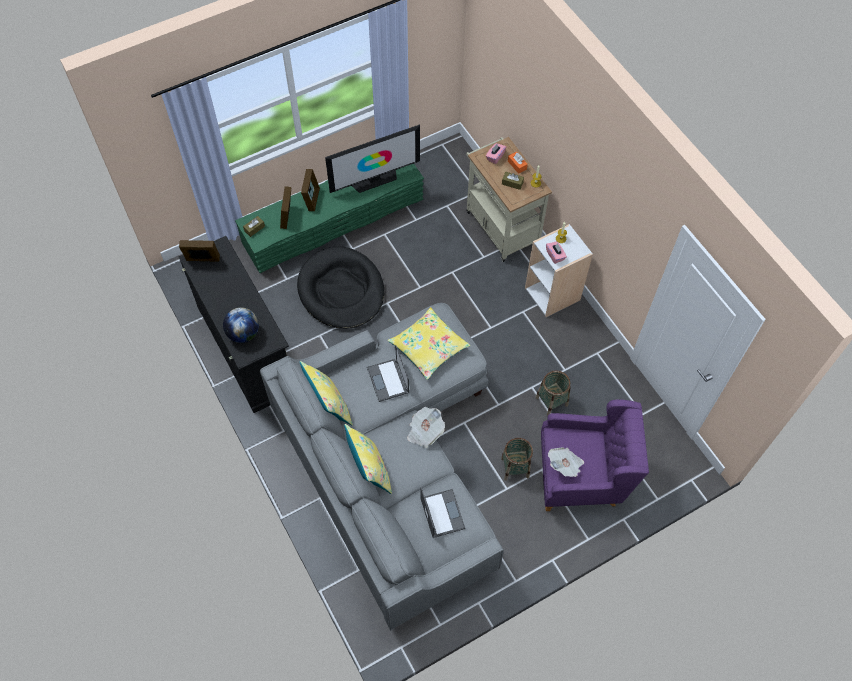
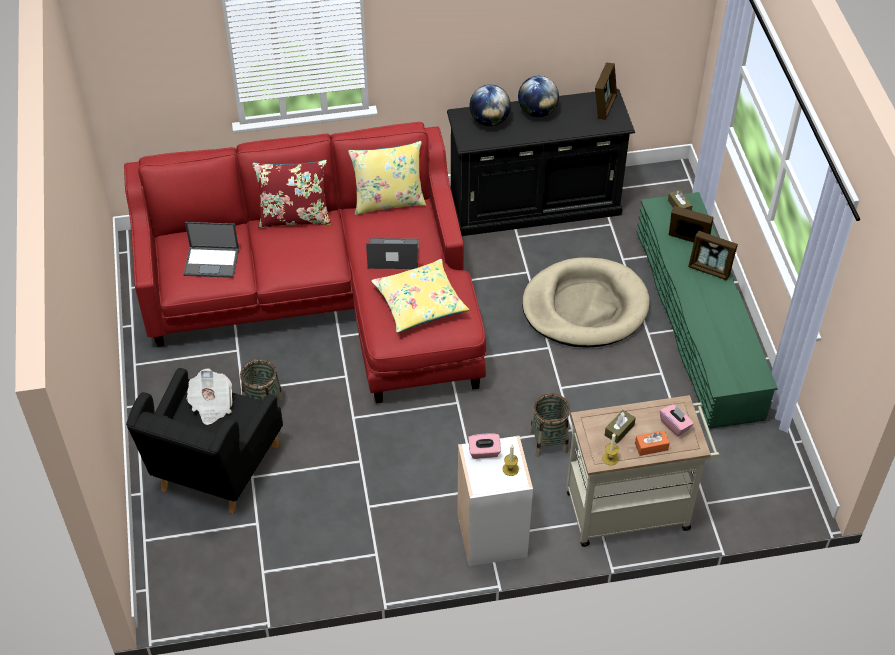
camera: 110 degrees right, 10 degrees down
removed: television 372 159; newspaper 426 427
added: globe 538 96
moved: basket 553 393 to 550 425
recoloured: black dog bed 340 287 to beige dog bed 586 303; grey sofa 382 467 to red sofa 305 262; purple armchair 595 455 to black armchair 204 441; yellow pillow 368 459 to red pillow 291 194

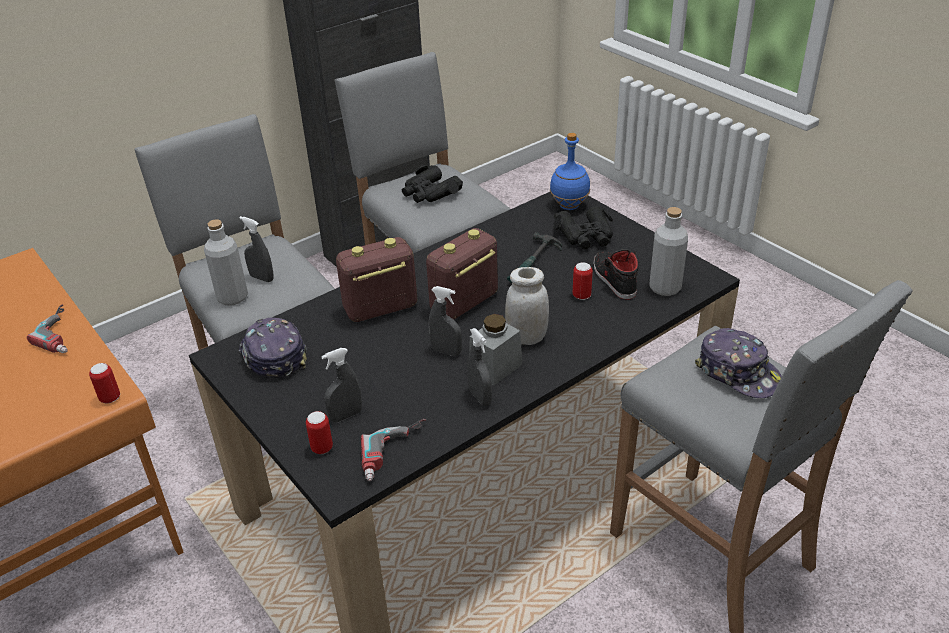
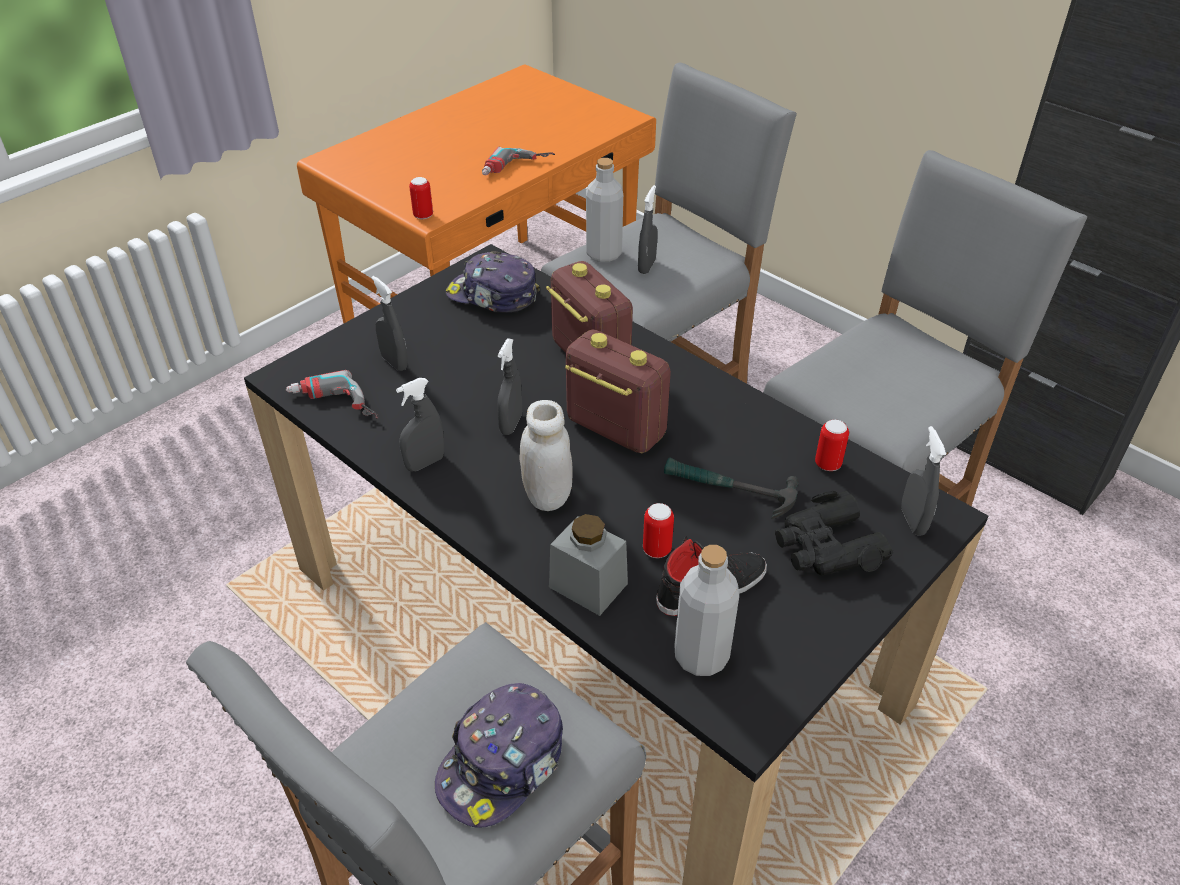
camera: 80 degrees right, 5 degrees up
removed: black binoculars 432 184
moved: grey jar 495 350 to 588 565; can 319 432 to 832 445
replaced: blue bottle 570 171 to grey spray bottle 923 480
turned: cap 273 348 = 493 282 120 degrees counterclockwise

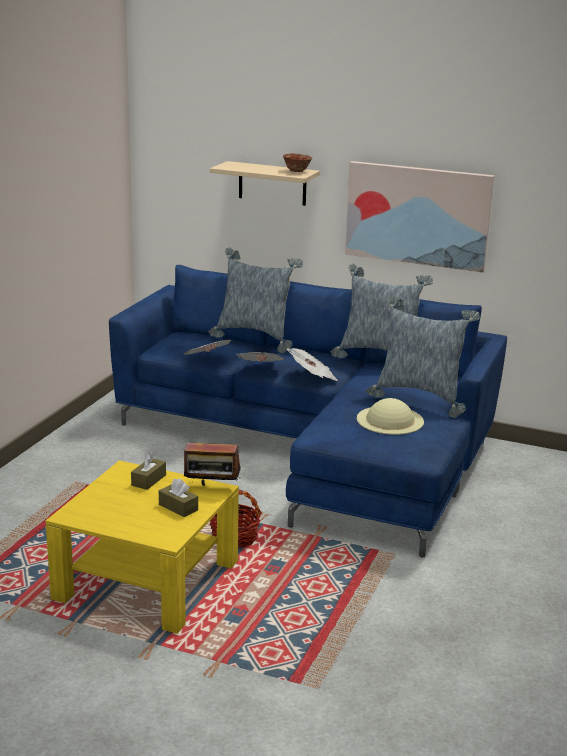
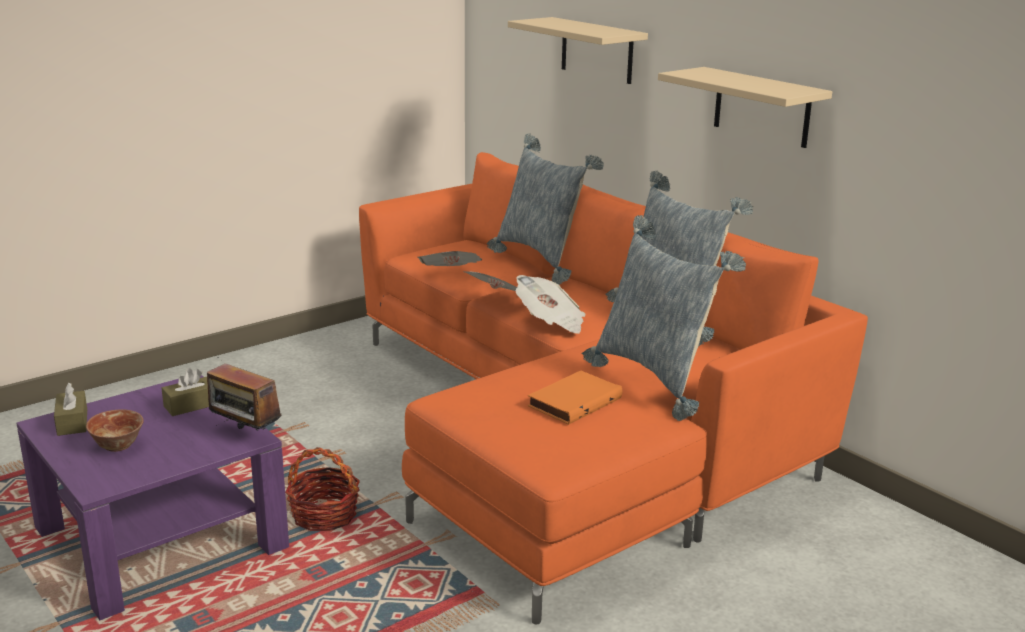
camera: 30 degrees right, 0 degrees up
moved: bowl 297 162 to 114 431; brown tissue box 178 497 to 70 409
replaced: picture 419 217 to beige shelf 745 107; beige hat 390 416 to orange book 574 398
recoloured: blue sofa 308 411 to orange sofa 613 388; yellow coffee table 142 547 to purple coffee table 153 497

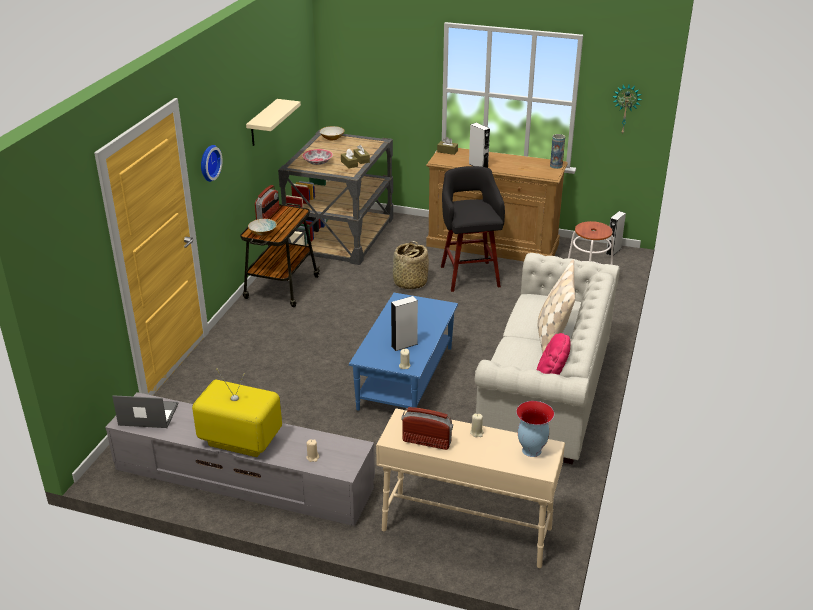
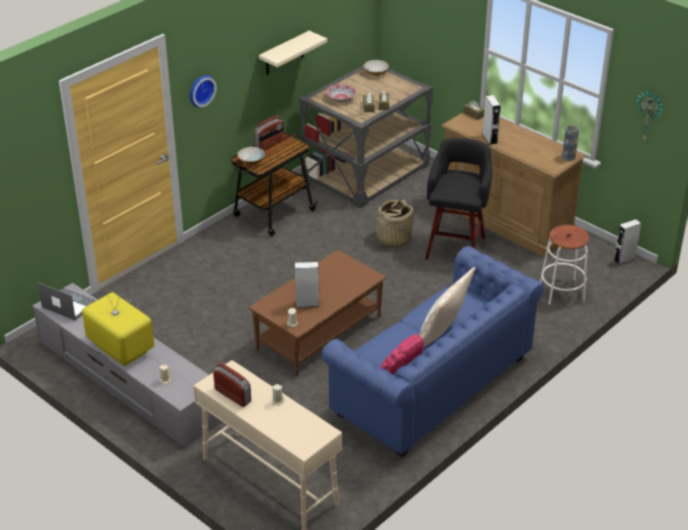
camera: 25 degrees right, 5 degrees up
removed: vase 535 429
recoloured: white sofa 547 358 to blue sofa 433 351; blue coffee table 403 352 to brown coffee table 318 313

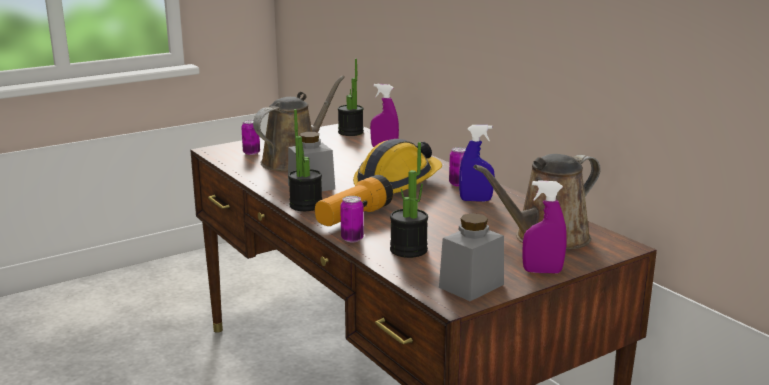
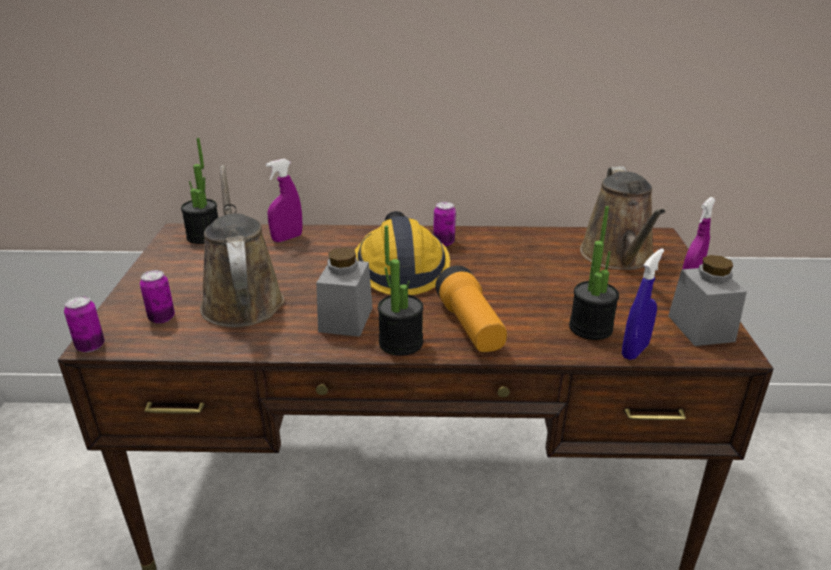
camera: 55 degrees left, 10 degrees up
moved: blue spray bottle 477 163 to 643 304; can 352 219 to 84 324

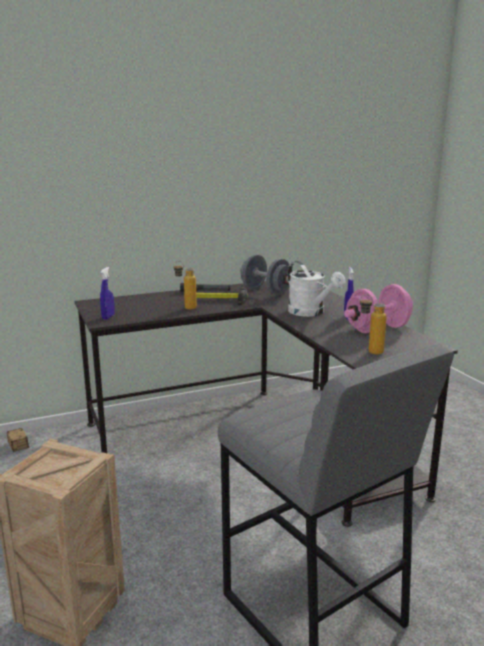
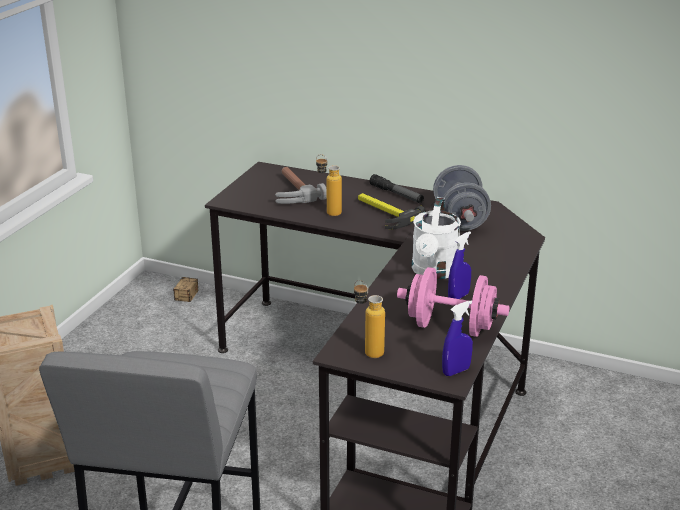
camera: 45 degrees right, 10 degrees up
added: hammer 301 185
moved: blue spray bottle 107 293 to 457 338

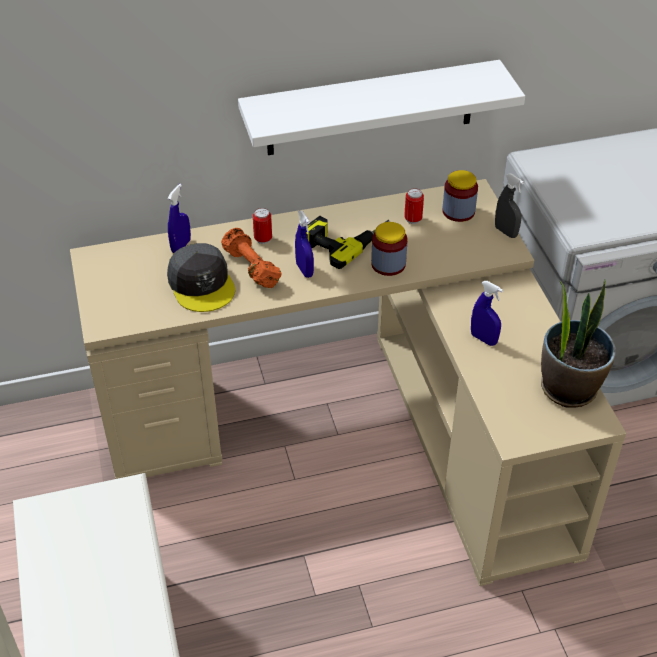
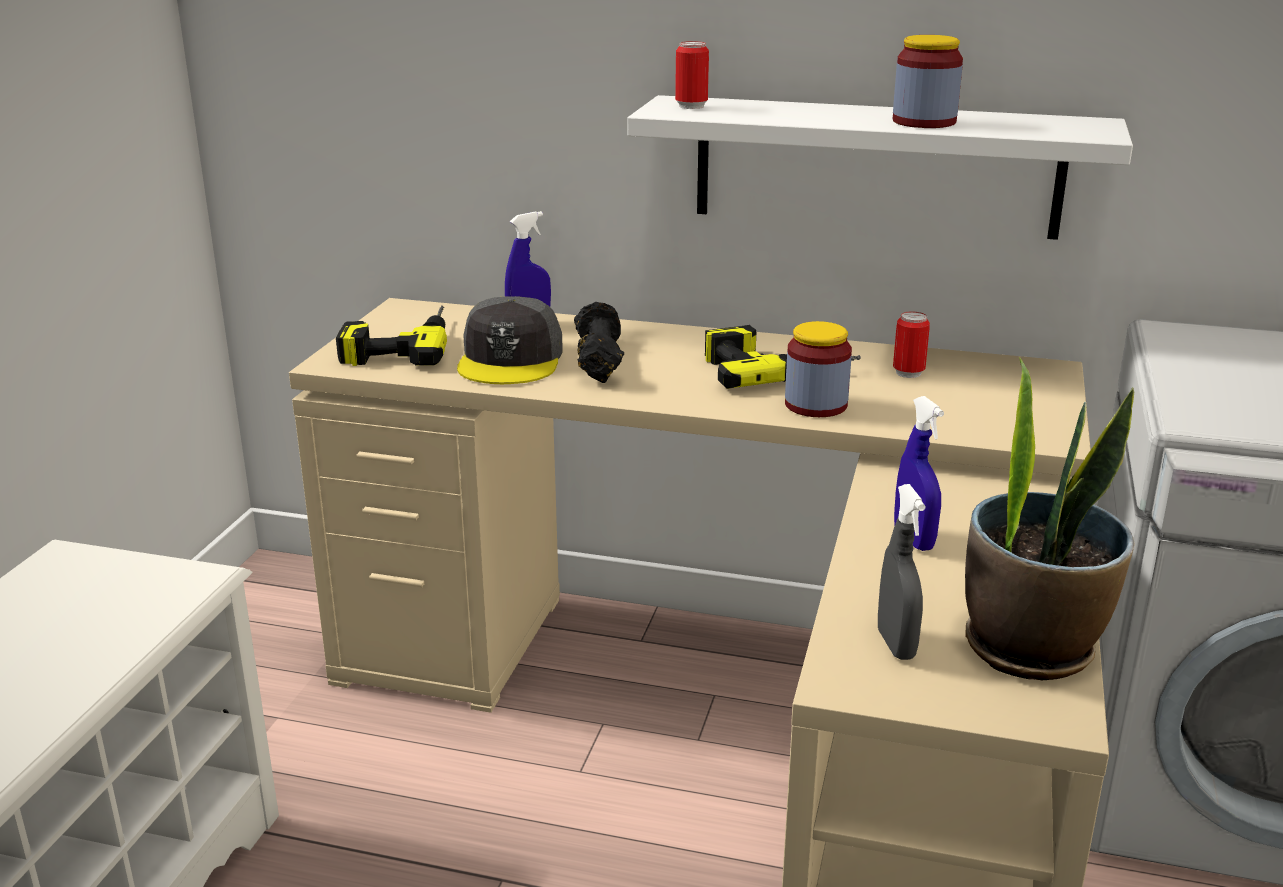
camera: 30 degrees right, 20 degrees down
removed: blue spray bottle 304 244
added: power drill 391 336
moved: jar 460 196 to 928 81; grey spray bottle 509 205 to 901 572; can 262 226 to 692 75
recoloured: orange dumbbell 251 258 to black dumbbell 599 342

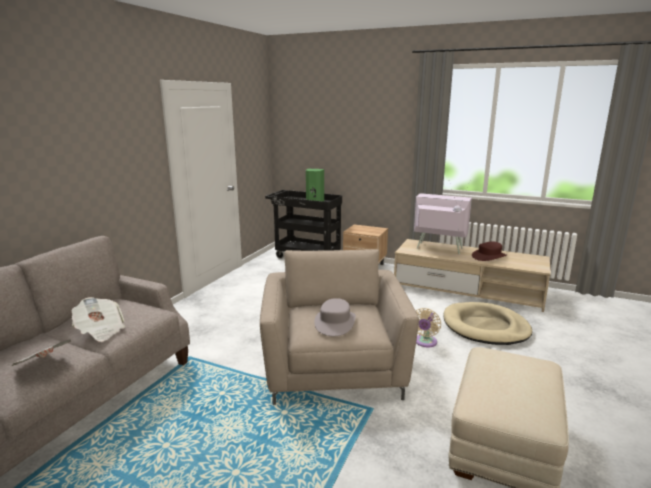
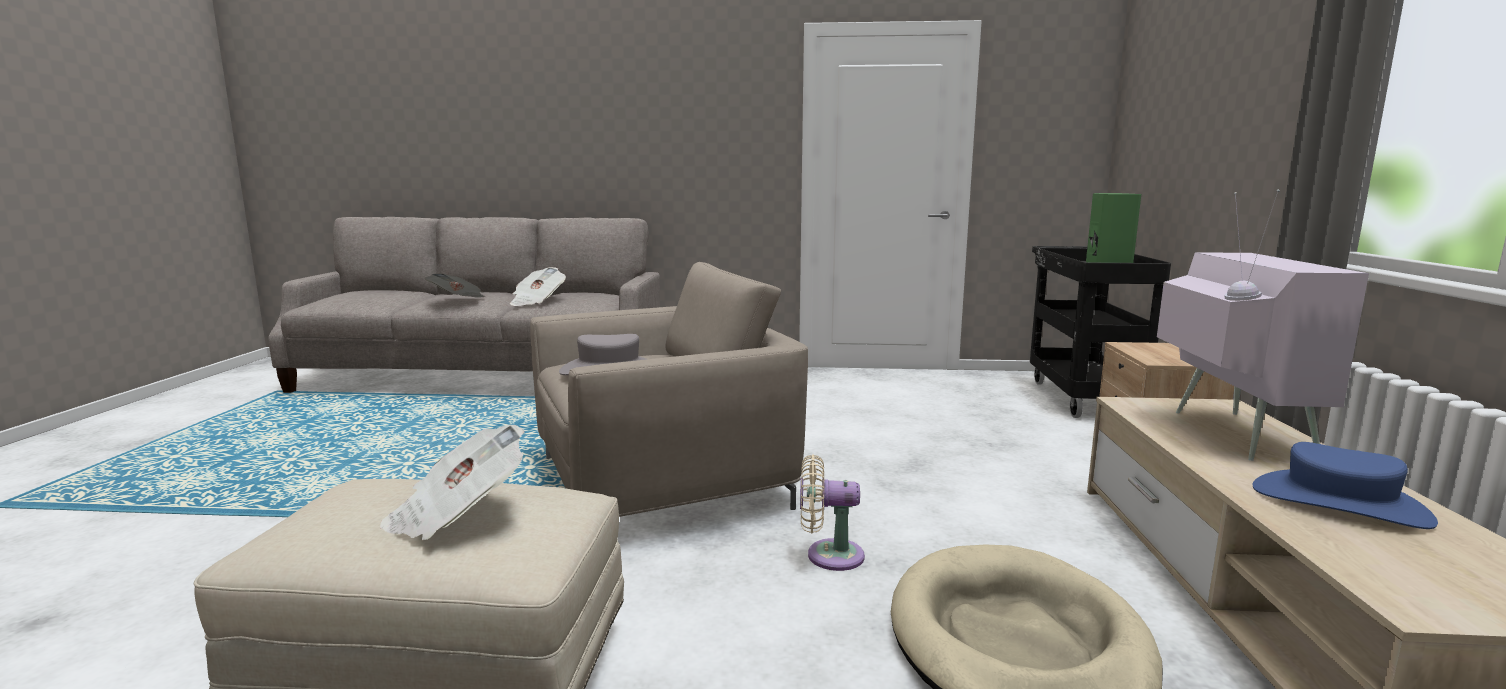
camera: 70 degrees right, 5 degrees down
added: newspaper 452 482
recoloured: brown hat 489 251 to blue hat 1345 485

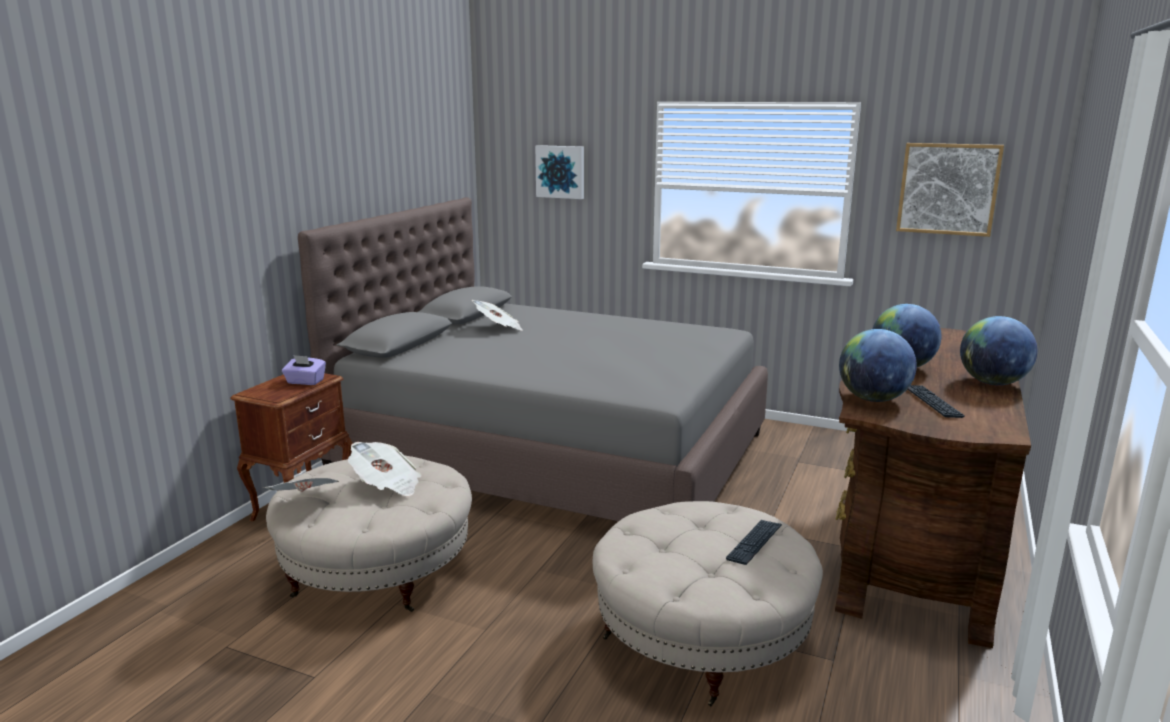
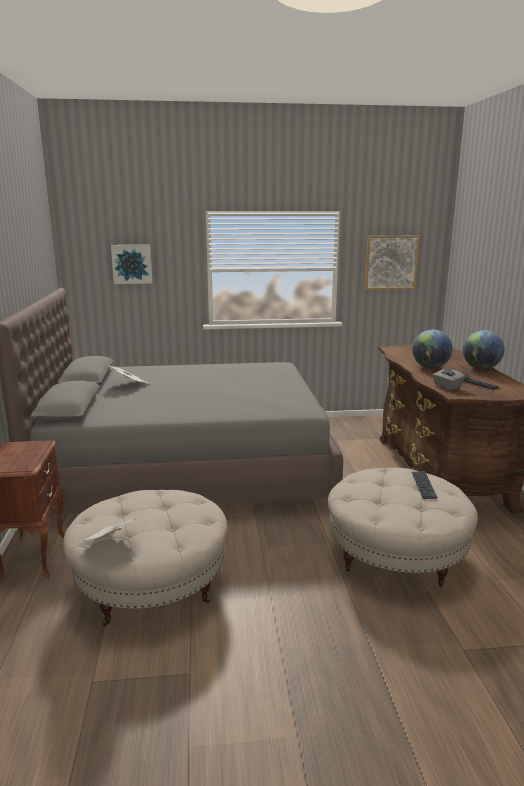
camera: 30 degrees left, 0 degrees up
removed: purple tissue box 304 370; newspaper 385 469
replaced: globe 878 365 to grey tissue box 449 377

